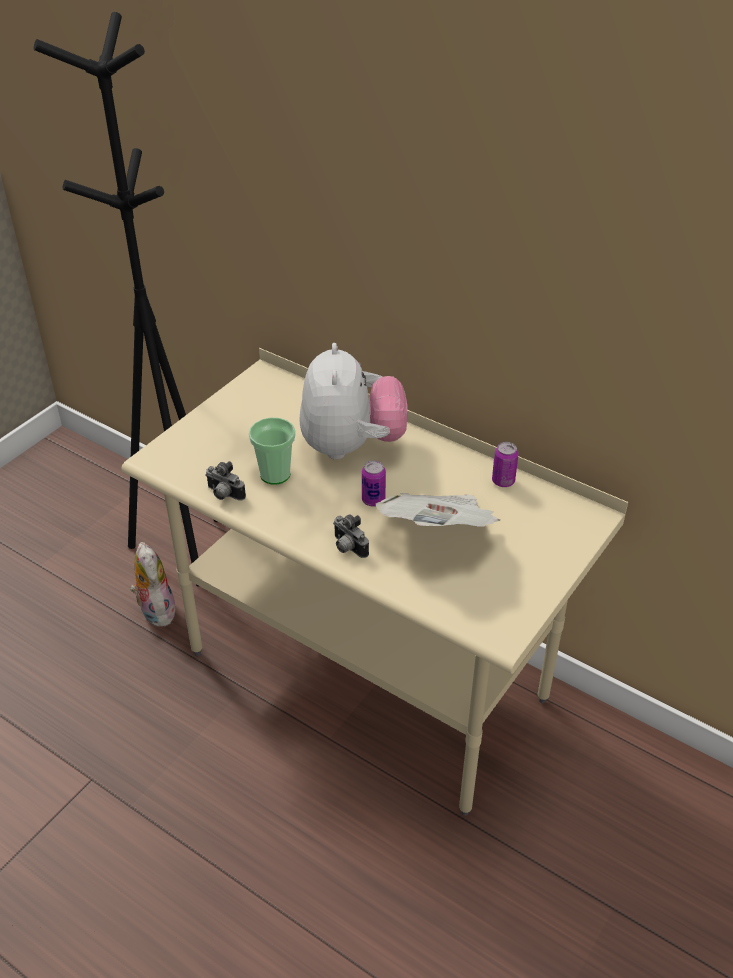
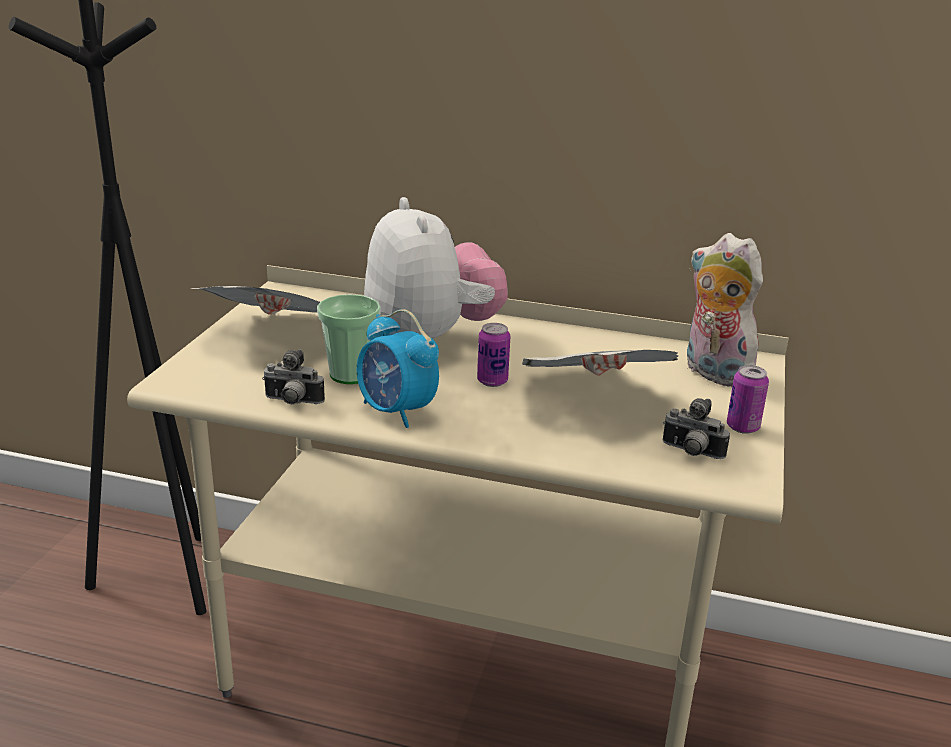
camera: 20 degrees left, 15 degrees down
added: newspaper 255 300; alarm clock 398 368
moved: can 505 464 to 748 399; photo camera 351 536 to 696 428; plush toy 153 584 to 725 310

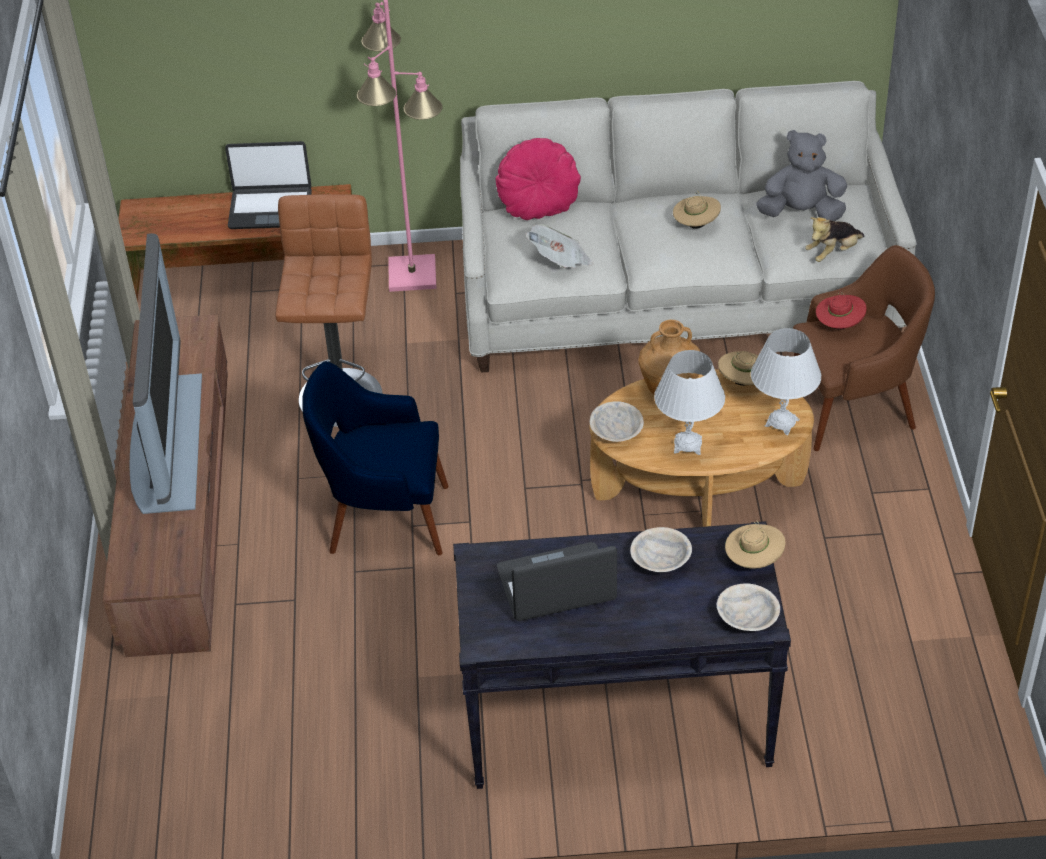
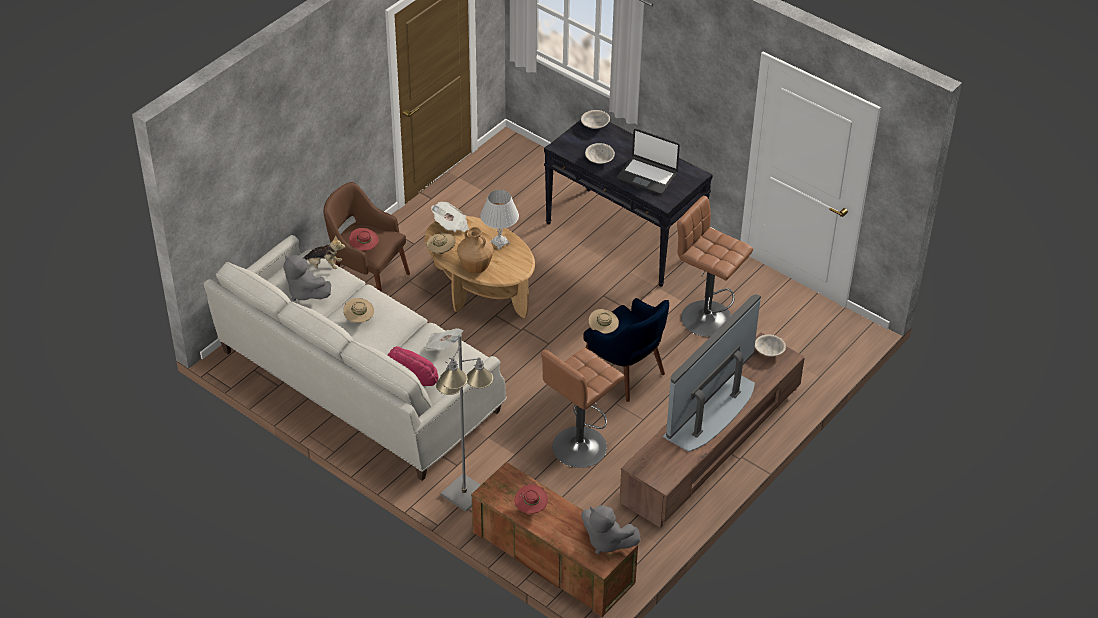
camera: 140 degrees left, 0 degrees up
added: brown stool 715 266; grey plush toy 611 529
moved: beige bowl 617 421 to 770 345; beige hat 755 545 to 603 321
replaced: laptop 268 185 to red hat 531 499; white table lamp 786 381 to newspaper 450 217
recoloured: pink floor lamp 400 146 to grey floor lamp 464 423

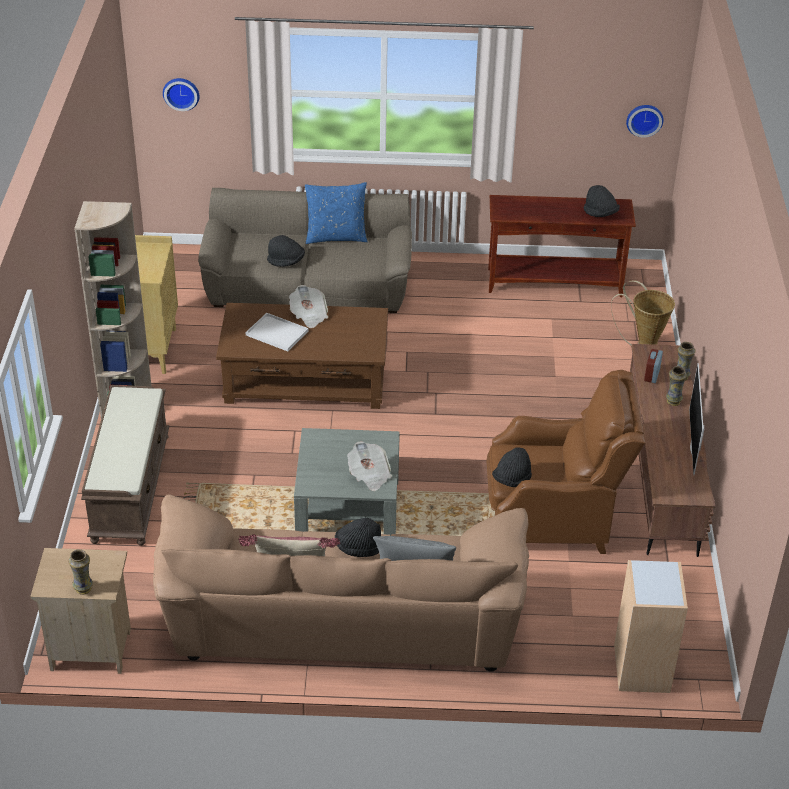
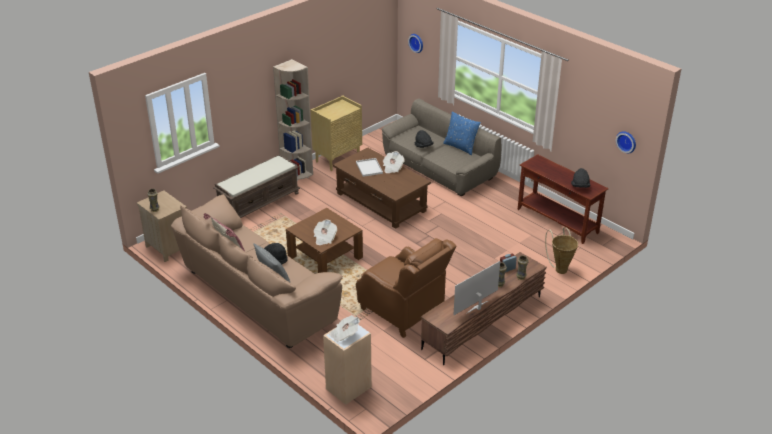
camera: 45 degrees right, 5 degrees down
removed: black hat 512 467
added: newspaper 344 328
recoloured: grey coffee table 347 482 to brown coffee table 324 240

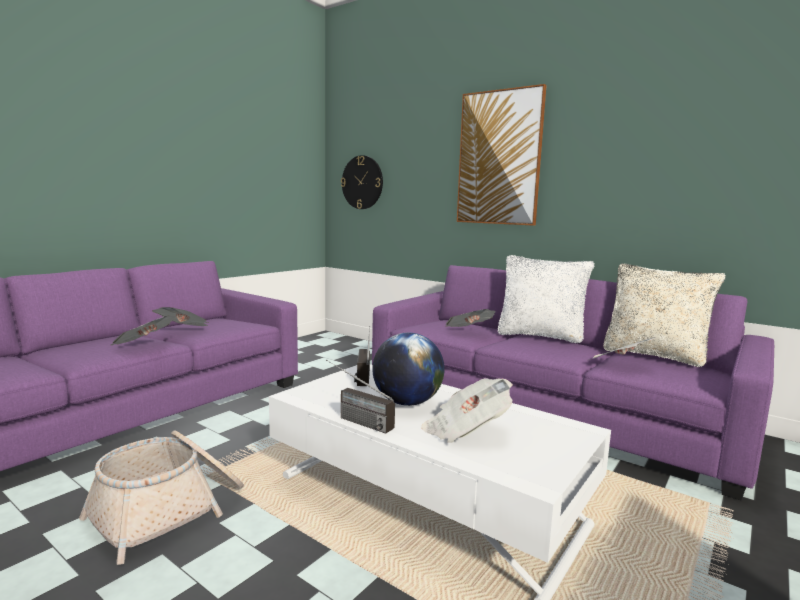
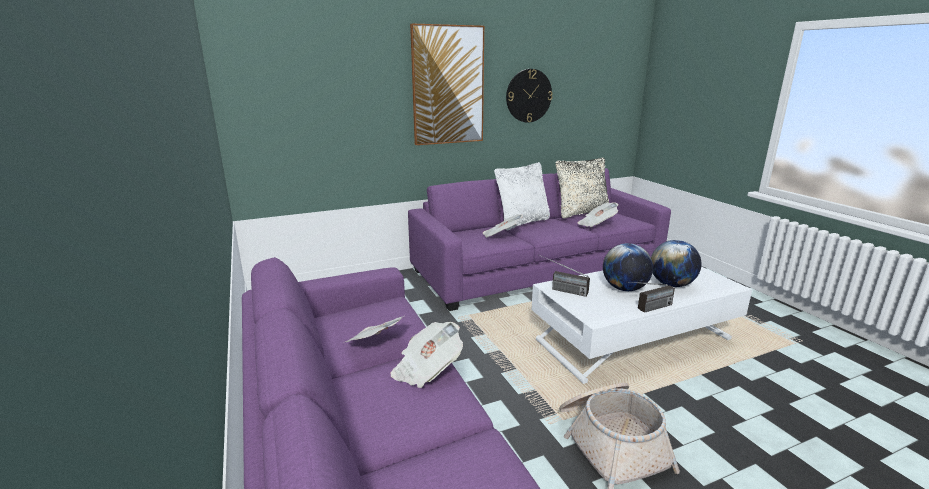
camera: 60 degrees left, 10 degrees up
moved: wall clock 362 182 to 529 95
replaced: newspaper 467 410 to globe 676 263

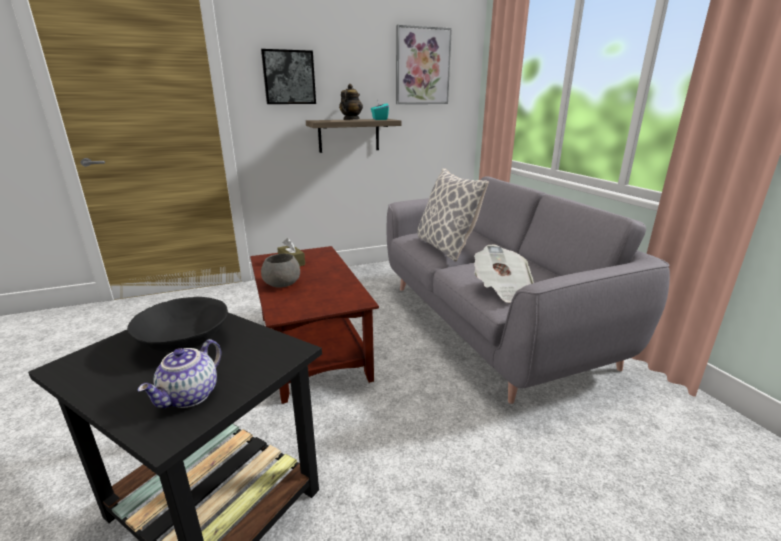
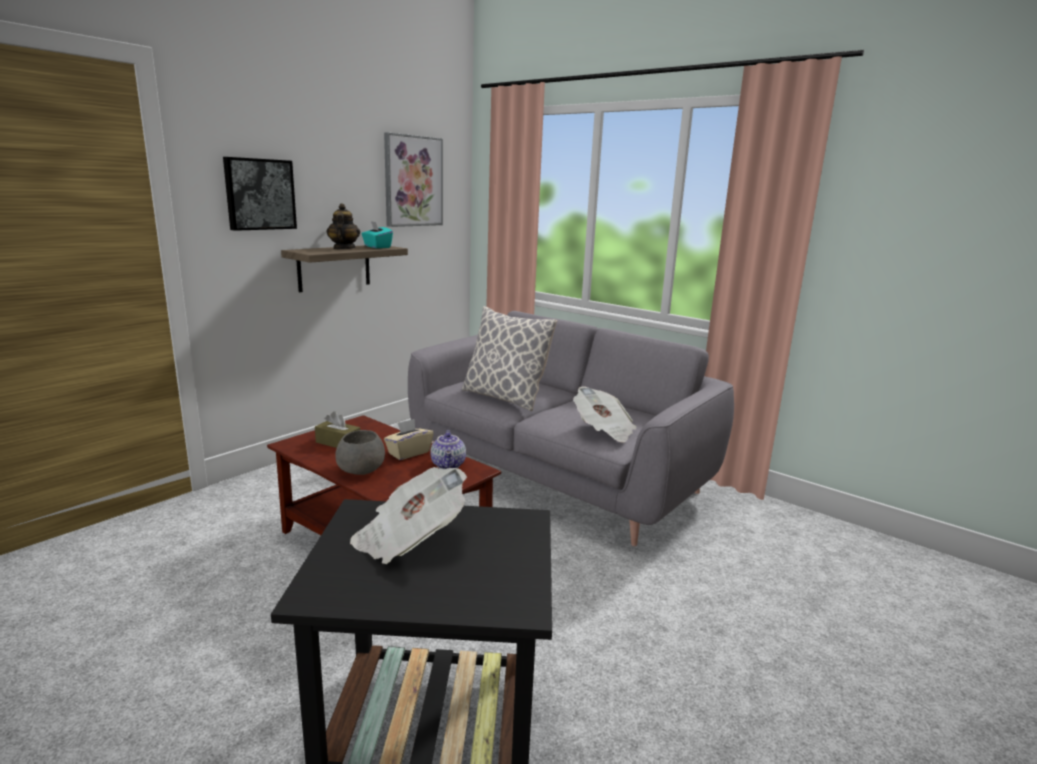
camera: 30 degrees left, 5 degrees down
added: beige tissue box 409 439
moved: teapot 179 373 to 448 449
replaced: black bowl 177 324 to newspaper 408 515

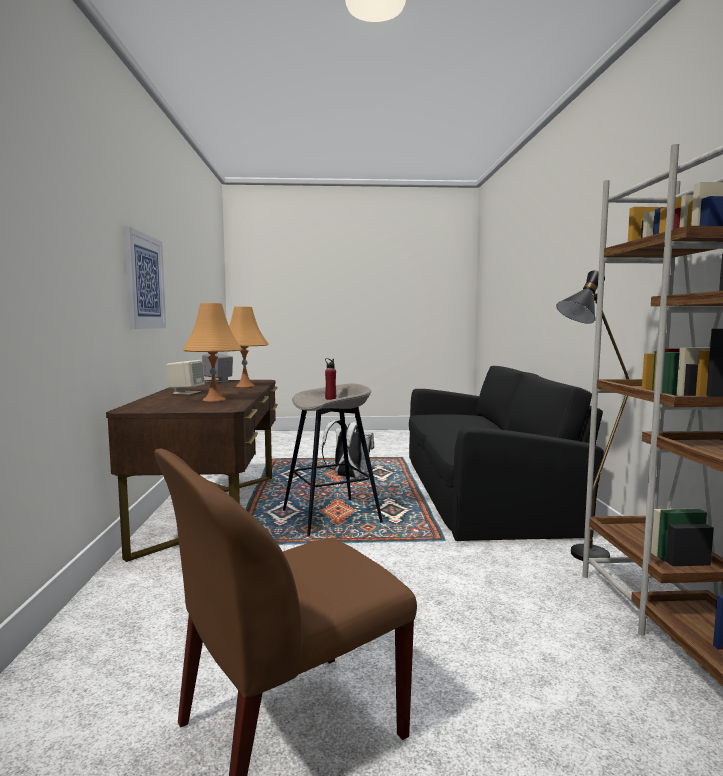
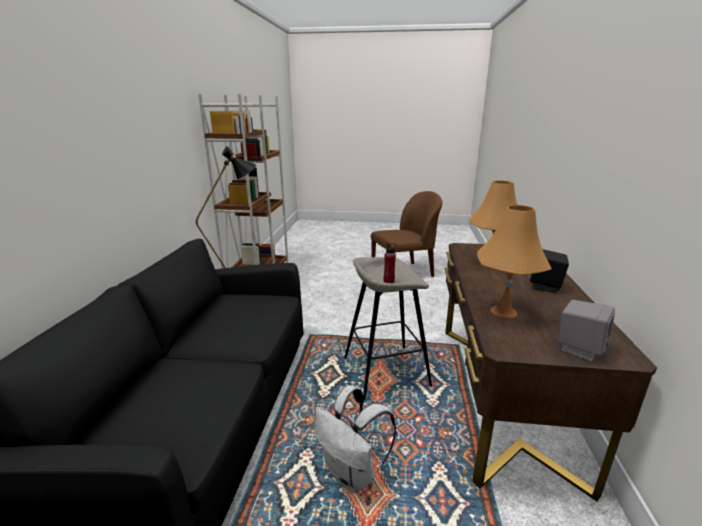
camera: 170 degrees left, 15 degrees up
removed: picture 145 277
recoloured: beige speaker 185 377 to black speaker 549 271

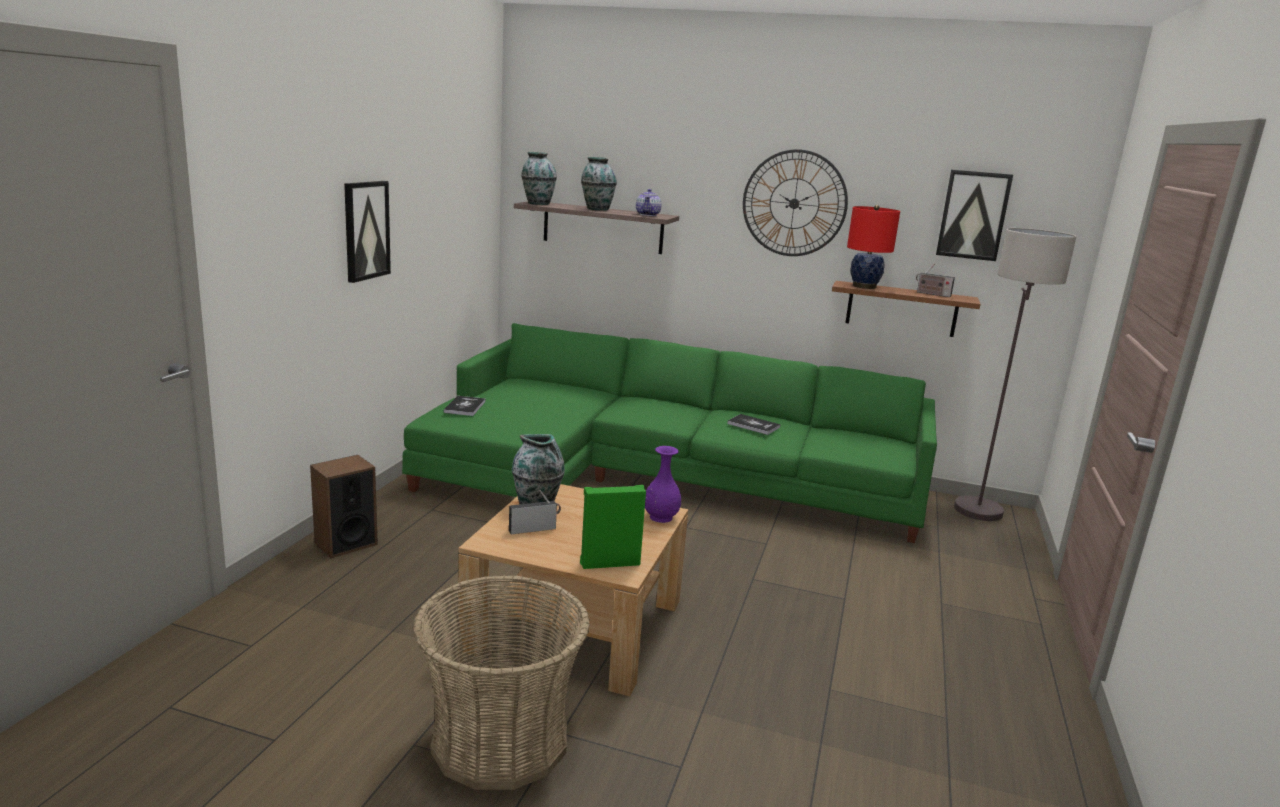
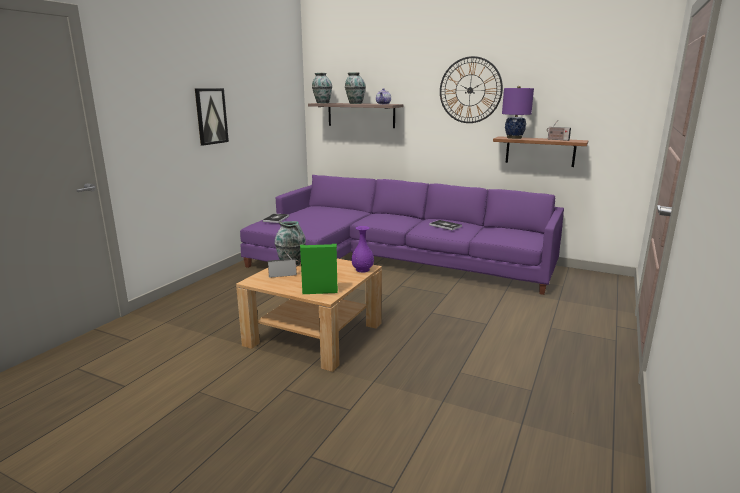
camera: 10 degrees right, 0 degrees up
removed: picture 974 215; grey floor lamp 1015 374; speaker 344 506; basket 501 682
recoloured: red table lamp 873 247 to purple table lamp 518 112; green sofa 669 433 to purple sofa 402 235

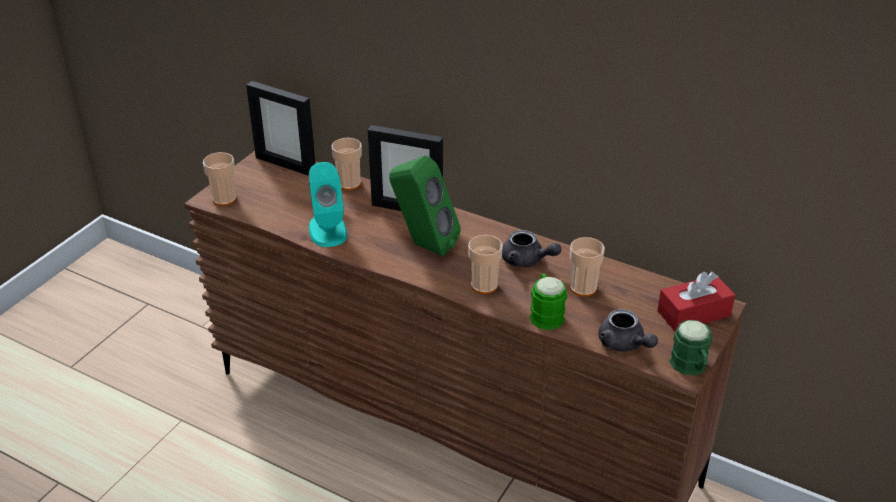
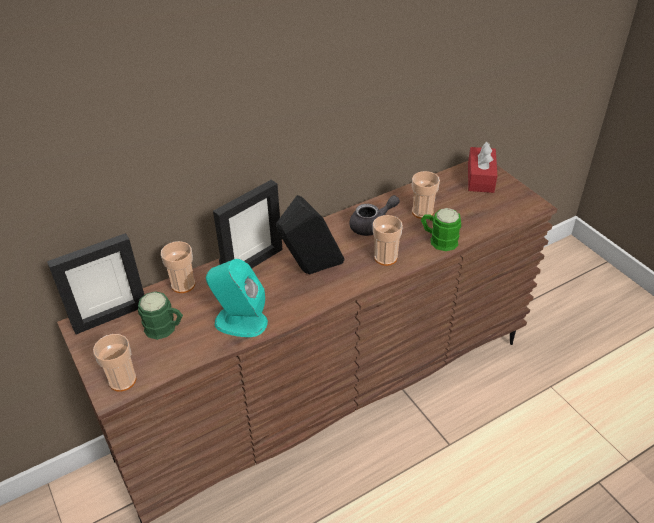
camera: 60 degrees left, 5 degrees up
removed: grey teapot 628 330
moved: green mug 690 347 to 160 315
recoloured: green speaker 425 206 to black speaker 310 234

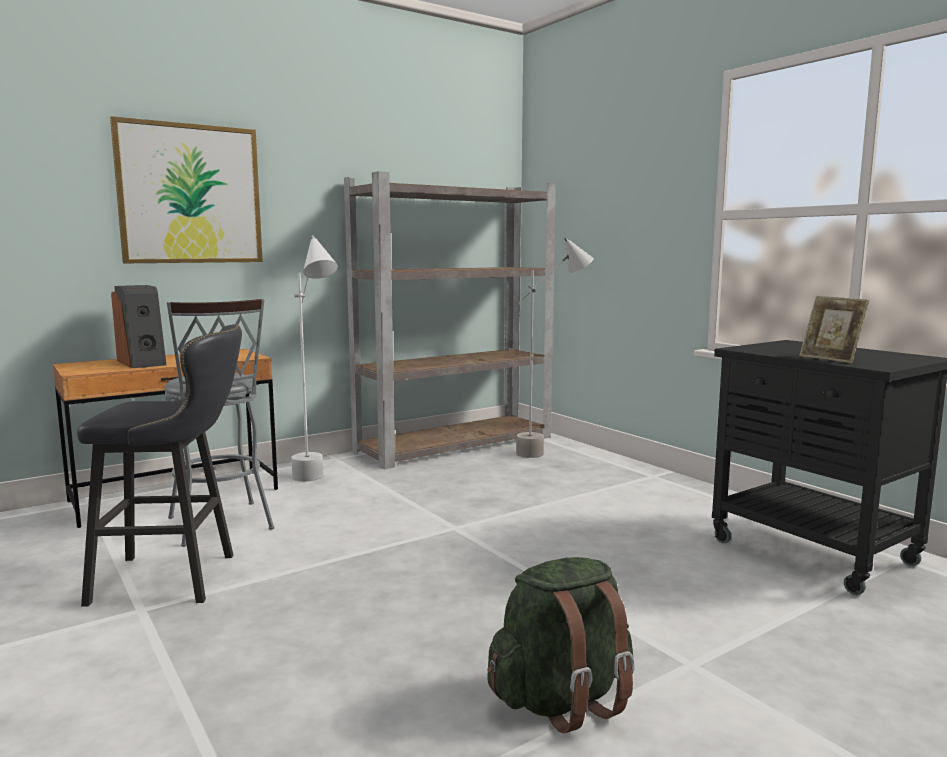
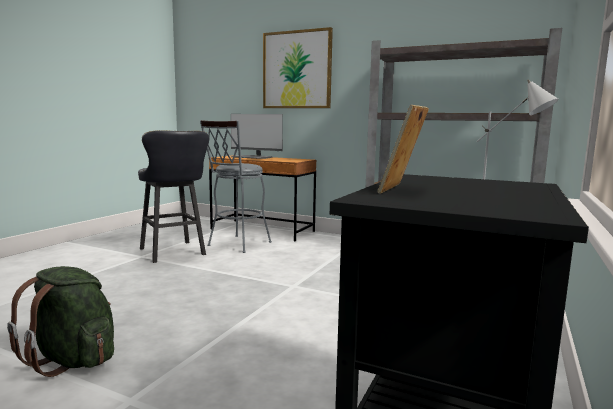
camera: 60 degrees right, 0 degrees up
removed: white floor lamp 314 358
replaced: speaker 139 326 to monitor 256 136

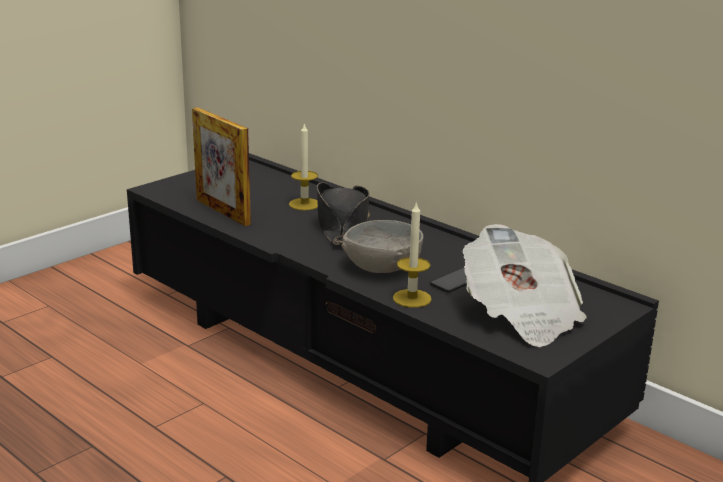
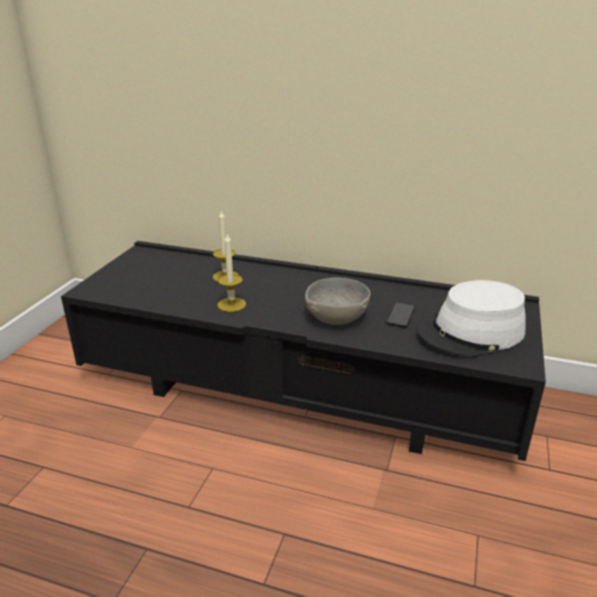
camera: 25 degrees left, 5 degrees up
removed: picture frame 221 166; black hat 343 213
moved: candle 412 254 to 232 273
replaced: newspaper 525 285 to white hat 471 318

